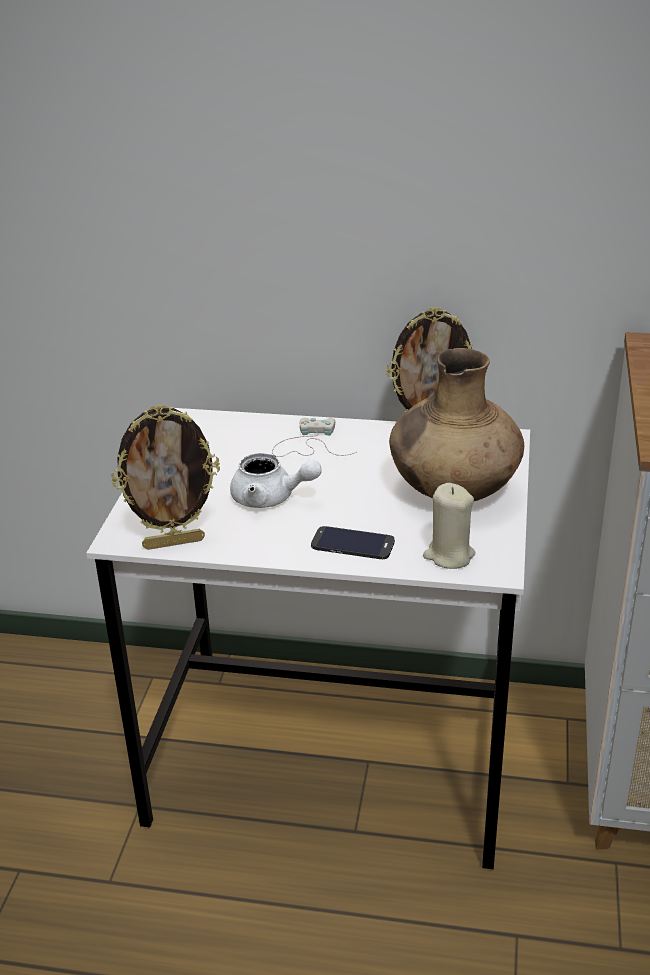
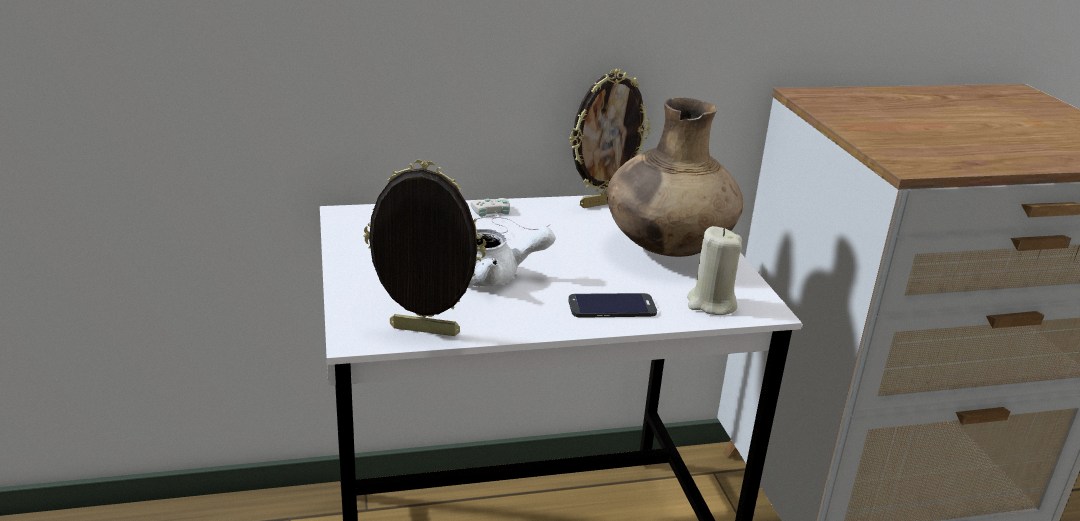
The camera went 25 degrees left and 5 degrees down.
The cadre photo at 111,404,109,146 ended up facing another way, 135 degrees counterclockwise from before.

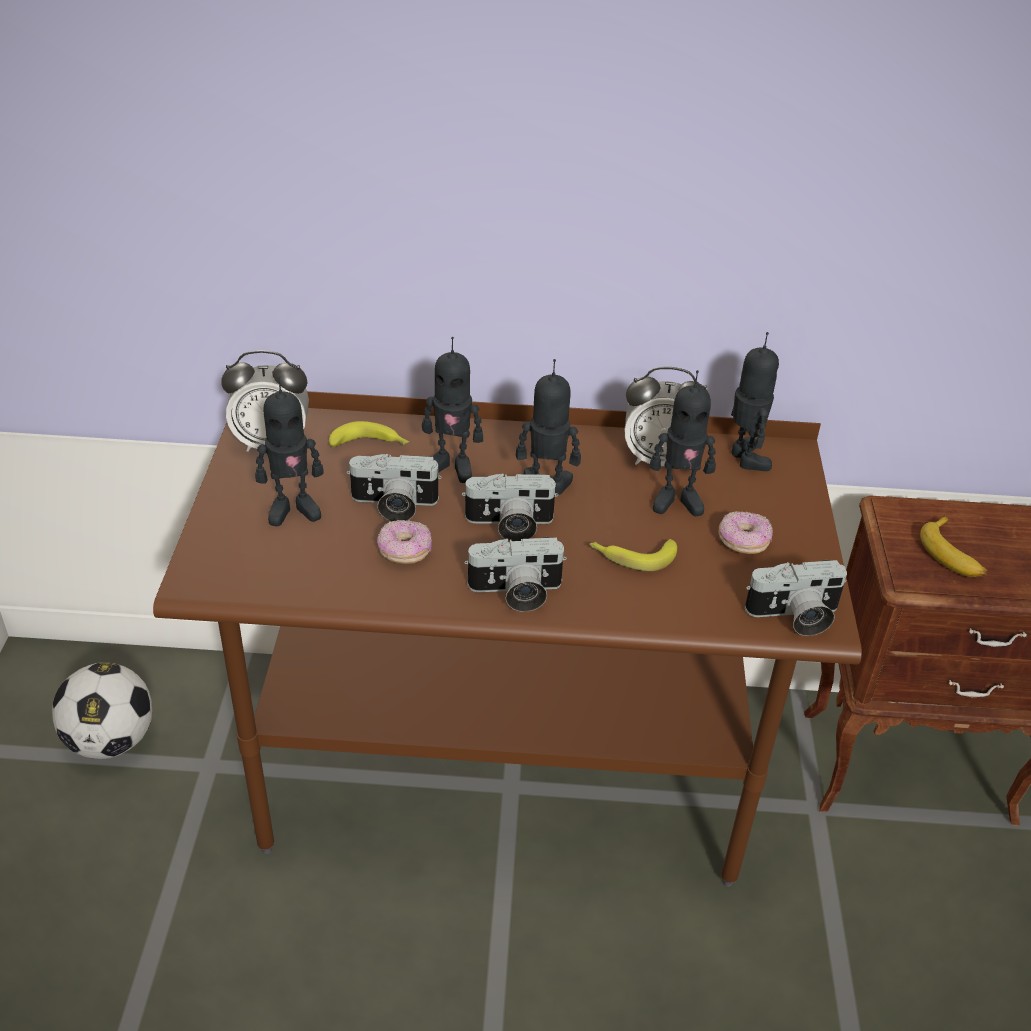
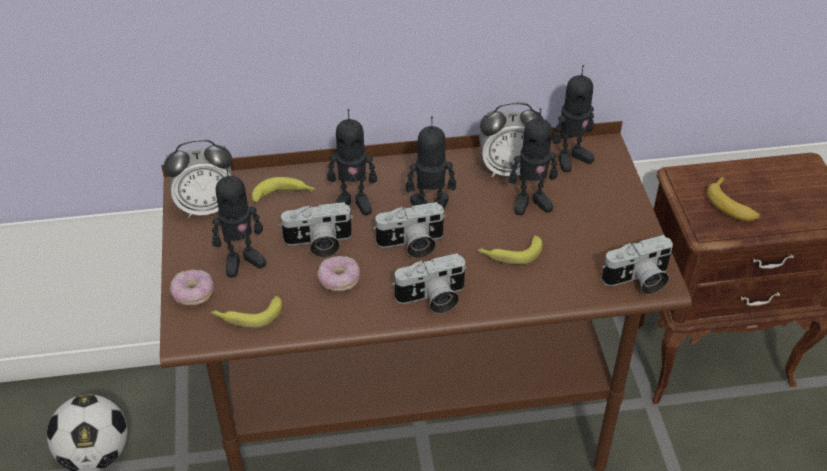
The camera went 10 degrees left and 5 degrees up.
The beignet ended up elsewhere, having gone from 718,511,55,43 to 170,269,44,36.
The robot jouet at 731,332,48,139 ended up facing another way, 90 degrees clockwise from before.
The second view gained the banane at 211,296,71,31.

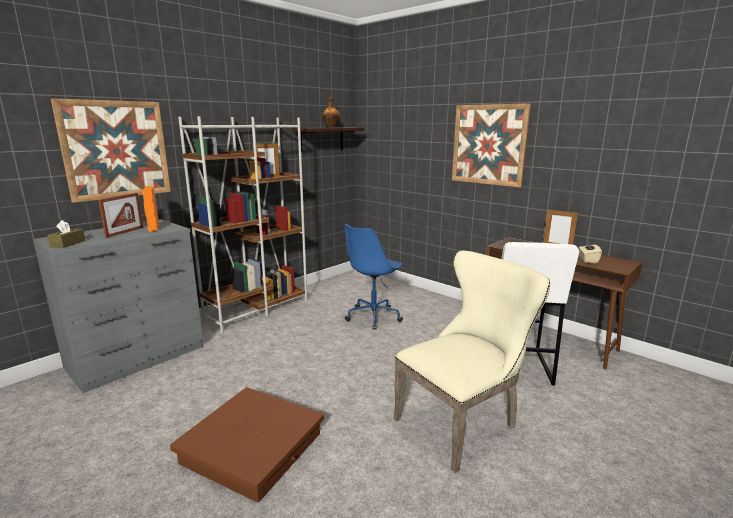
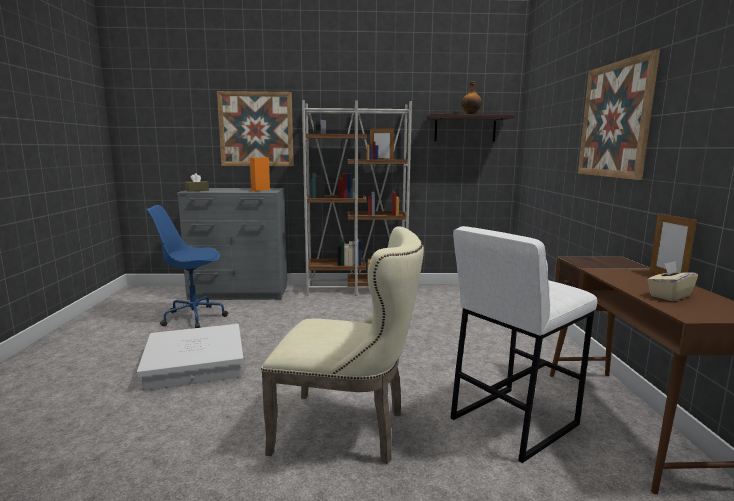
The camera went 45 degrees right and 5 degrees down.
The second view lost the cadre photo at 98,193,45,45.
What was the boîte de rangement/marron at 170,387,154,116 turned into the boîte de rangement/blanc at 137,324,107,67.
The chaise de bureau/bleu ended up elsewhere, having gone from 344,224,59,106 to 145,205,83,123.

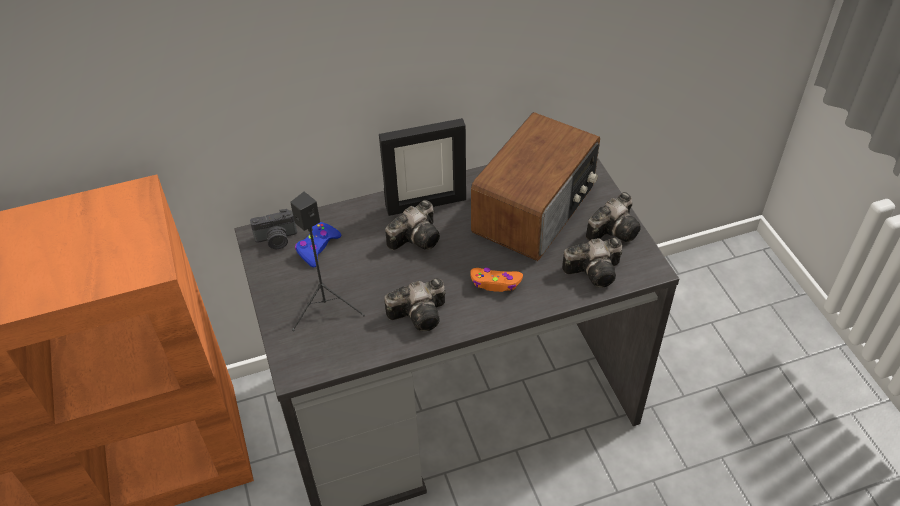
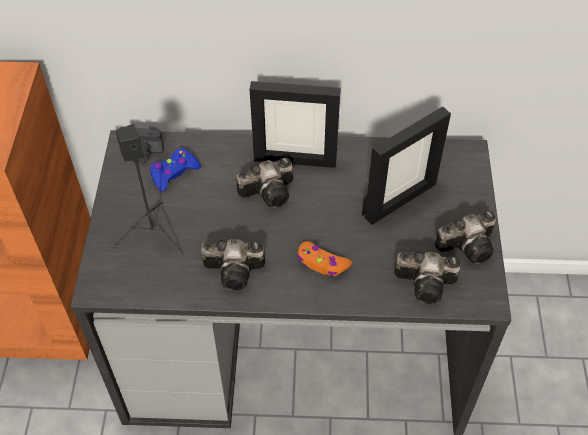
The camera went 20 degrees right and 5 degrees up.
Where the radio stood at 471,112,129,149, the cadre photo came to stand at 362,107,89,118.

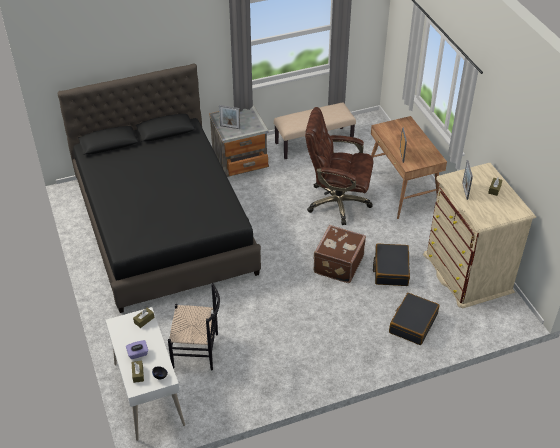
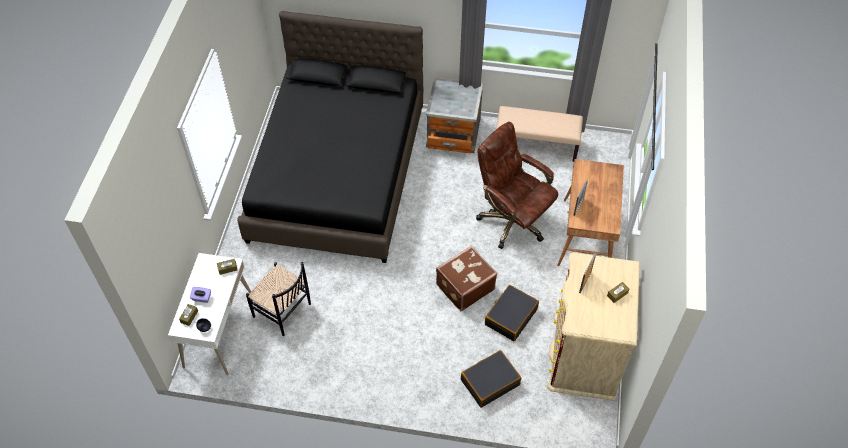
The camera went 30 degrees right and 10 degrees up.
The second view lost the cadre photo at 219,105,21,24.

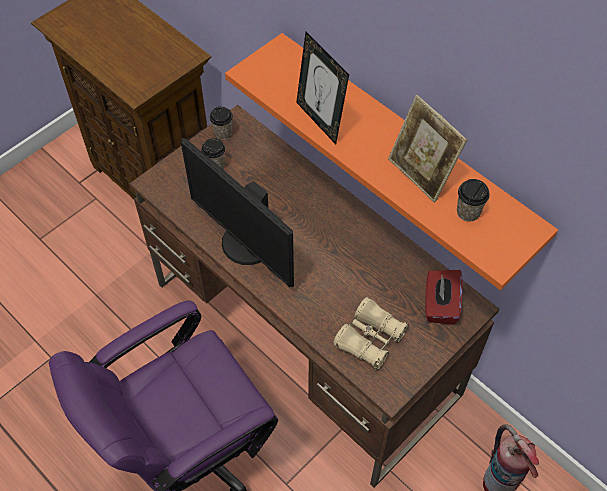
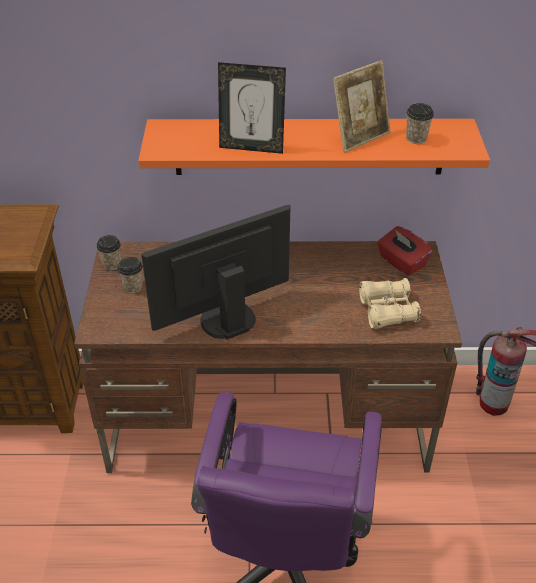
The camera went 45 degrees left and 15 degrees down.
The écran d'ordinateur at 181,138,113,149 ended up facing another way, 150 degrees clockwise from before.
The cadre photo at 388,95,79,108 ended up facing another way, 45 degrees counterclockwise from before.

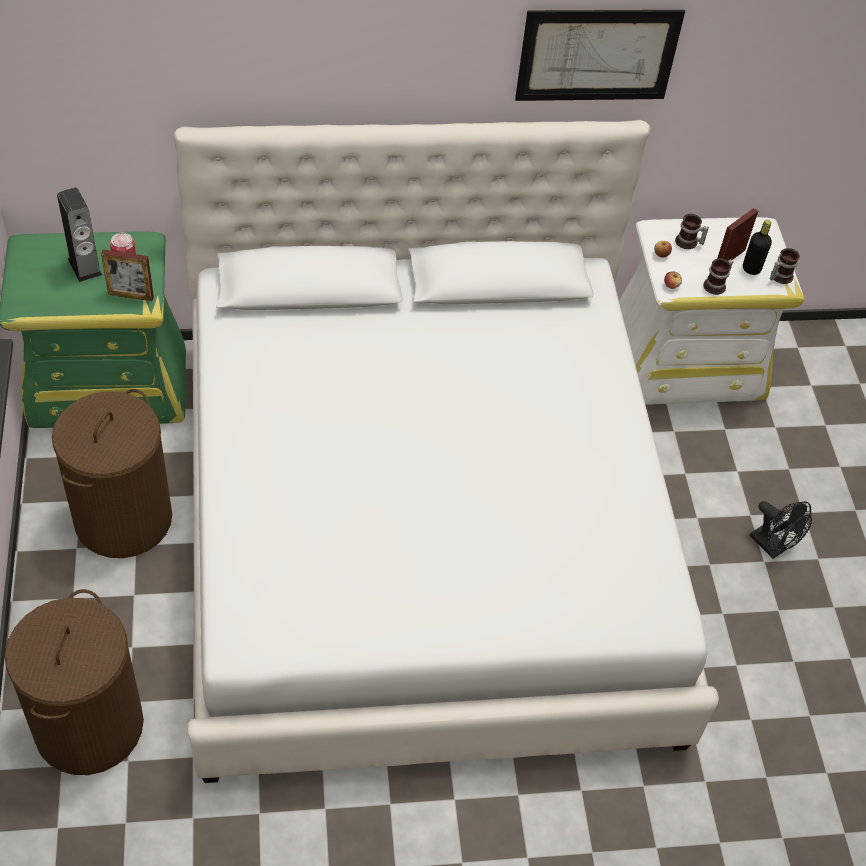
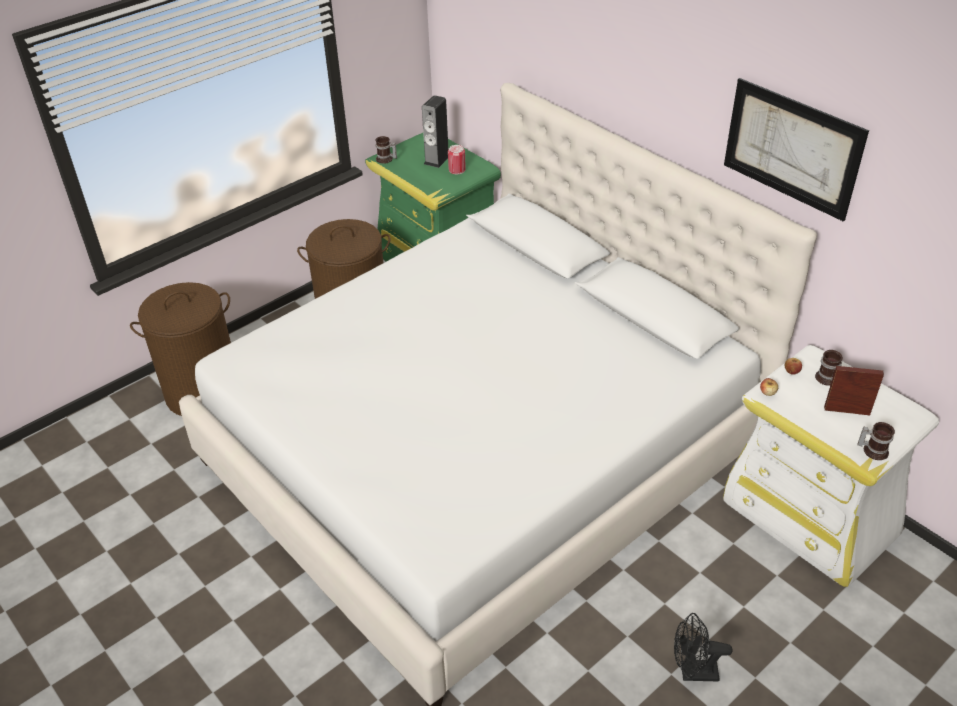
The camera went 60 degrees right and 10 degrees down.
The second view lost the cadre photo at 101,249,53,52.
The mug ended up elsewhere, having gone from 703,258,30,37 to 376,136,21,28.
The second view lost the bouteille/noir at 743,220,29,55.
The ventilateur/noir at 750,501,62,58 ended up facing another way, 75 degrees clockwise from before.

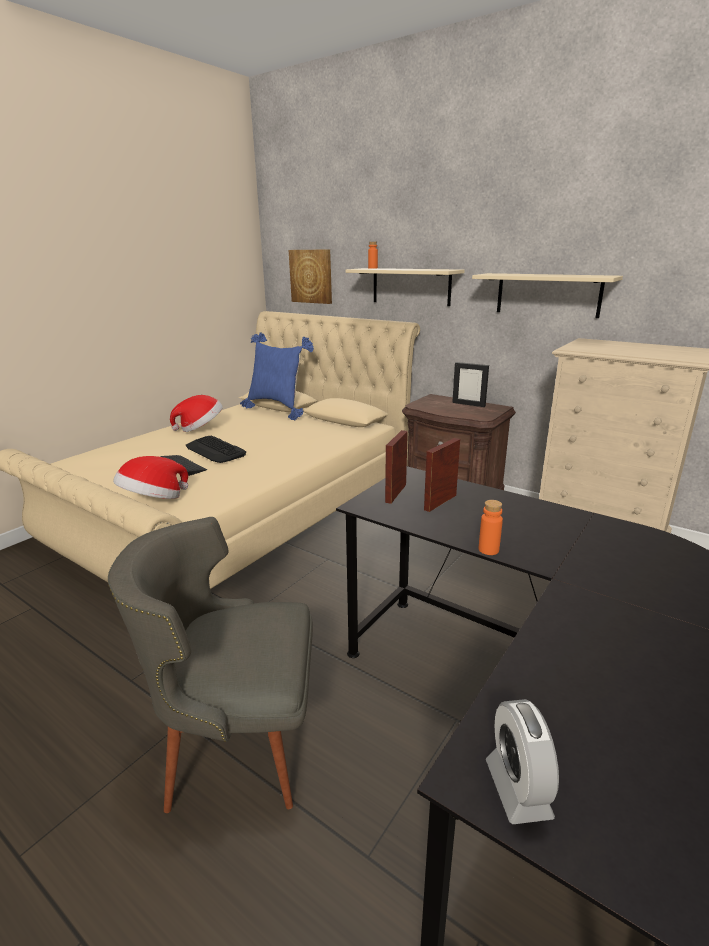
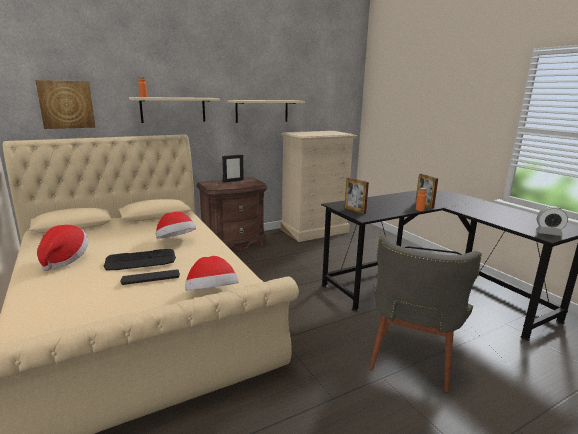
The camera went 65 degrees left and 5 degrees down.
The second view lost the coussin/bleu at 240,333,73,87.
The cadre photo ended up elsewhere, having gone from 424,438,36,74 to 416,174,22,34.
The second view gained the chapeau at 156,212,40,27.

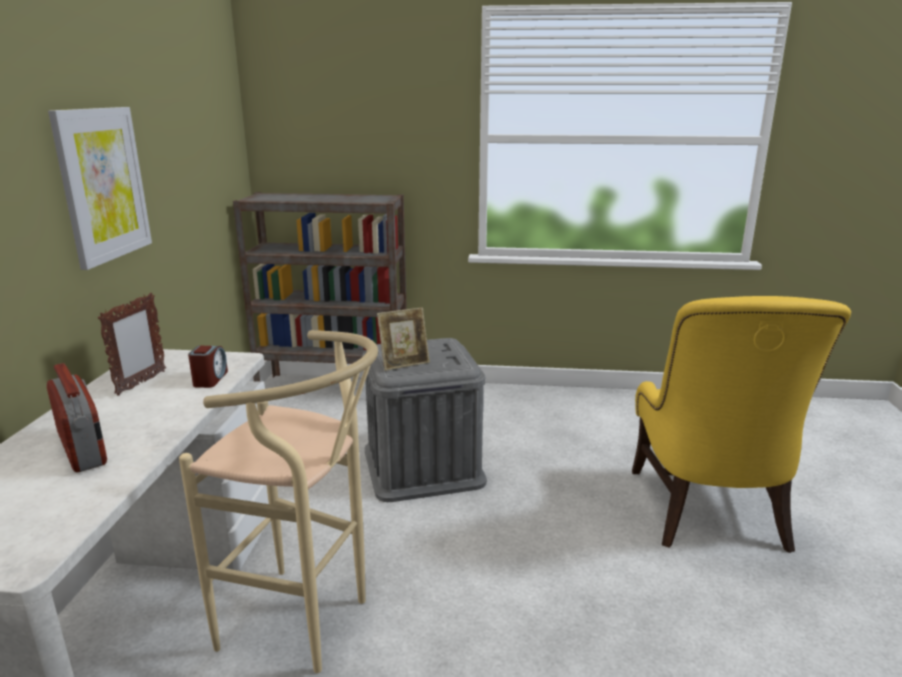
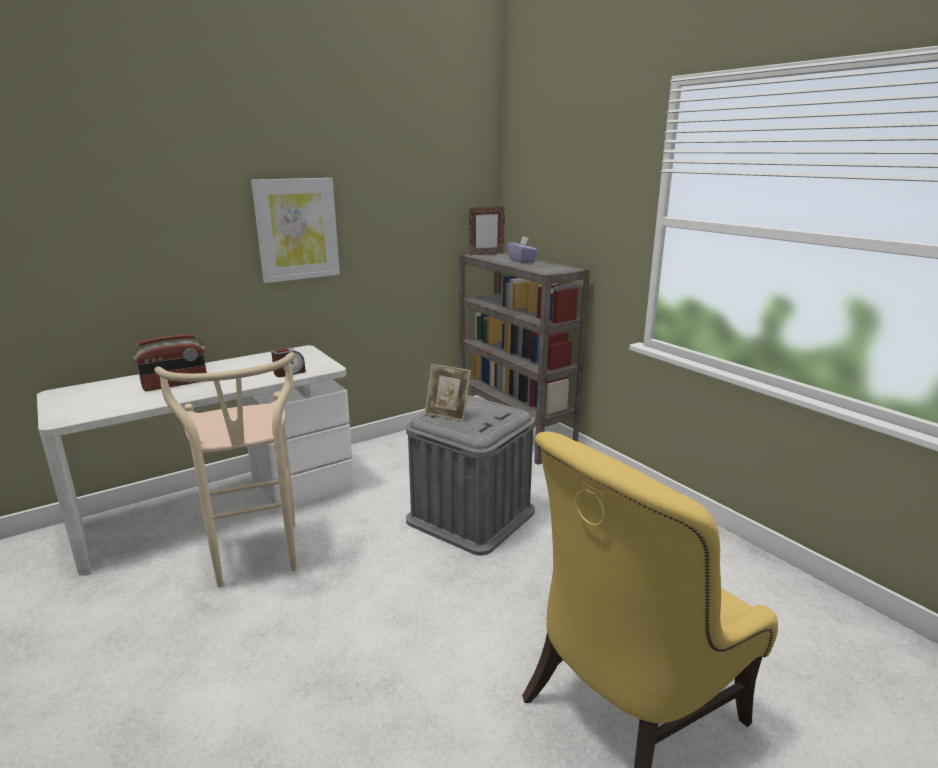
The camera went 50 degrees right and 0 degrees up.
The radio at 47,363,60,110 ended up facing another way, 45 degrees clockwise from before.
The cadre photo ended up elsewhere, having gone from 98,293,68,103 to 468,206,37,50.
The second view gained the boîte à mouchoirs/violet at 507,236,31,27.

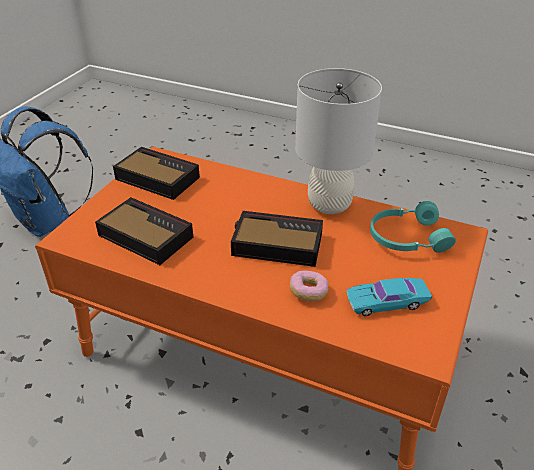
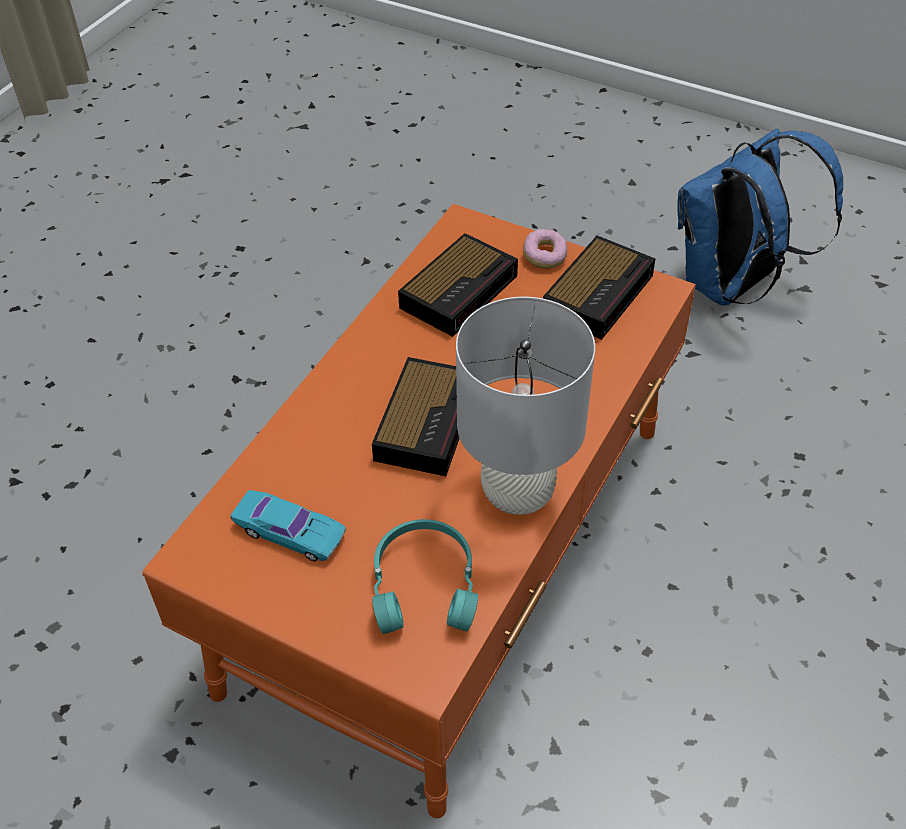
The camera went 95 degrees right and 10 degrees up.
The beignet ended up elsewhere, having gone from 290,271,38,31 to 523,229,44,40.
The petite voiture/turquoise at 346,278,86,38 ended up facing another way, 120 degrees clockwise from before.

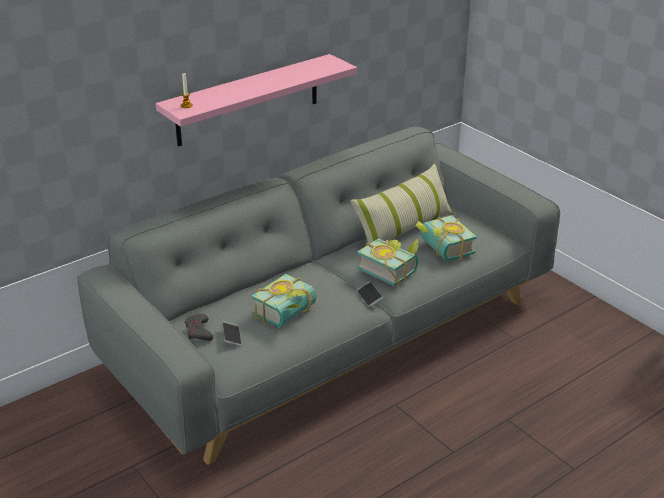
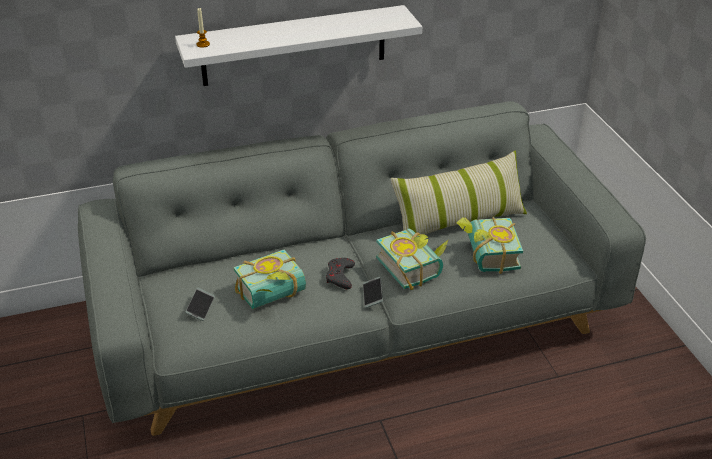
The camera went 20 degrees right and 5 degrees up.
What was the étagère/rose at 155,54,202,93 turned into the étagère/blanc at 175,5,247,81.
The manette/gris ended up elsewhere, having gone from 185,314,29,27 to 326,258,29,31.

